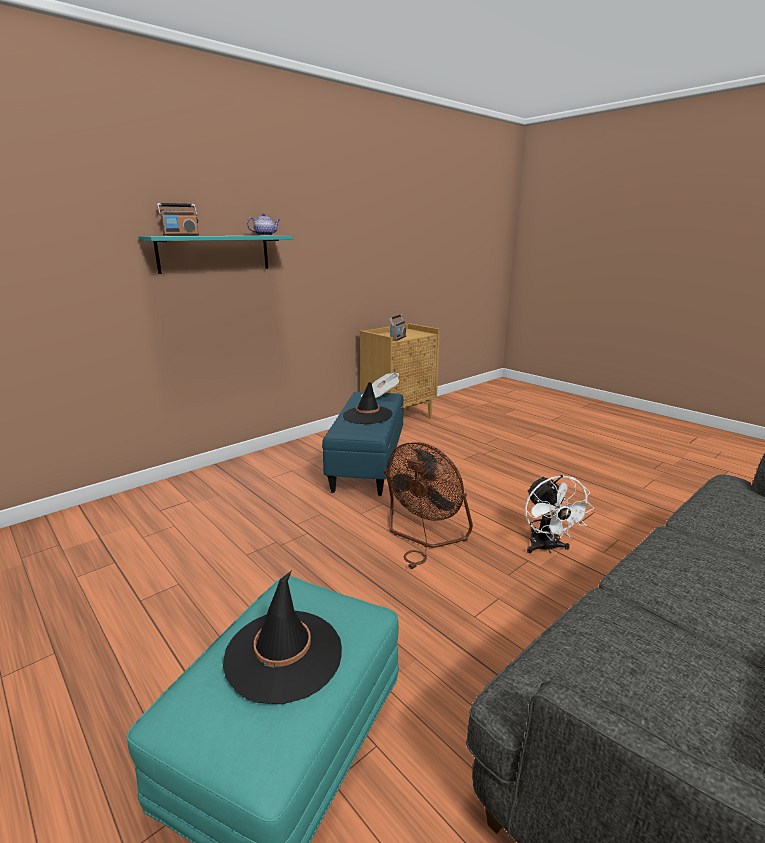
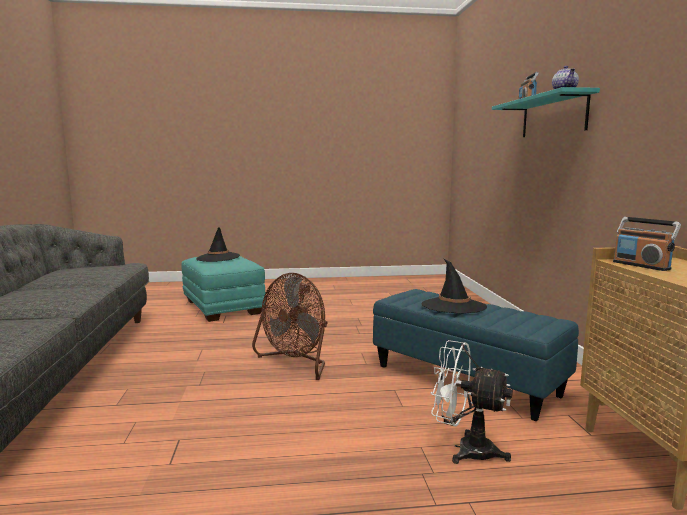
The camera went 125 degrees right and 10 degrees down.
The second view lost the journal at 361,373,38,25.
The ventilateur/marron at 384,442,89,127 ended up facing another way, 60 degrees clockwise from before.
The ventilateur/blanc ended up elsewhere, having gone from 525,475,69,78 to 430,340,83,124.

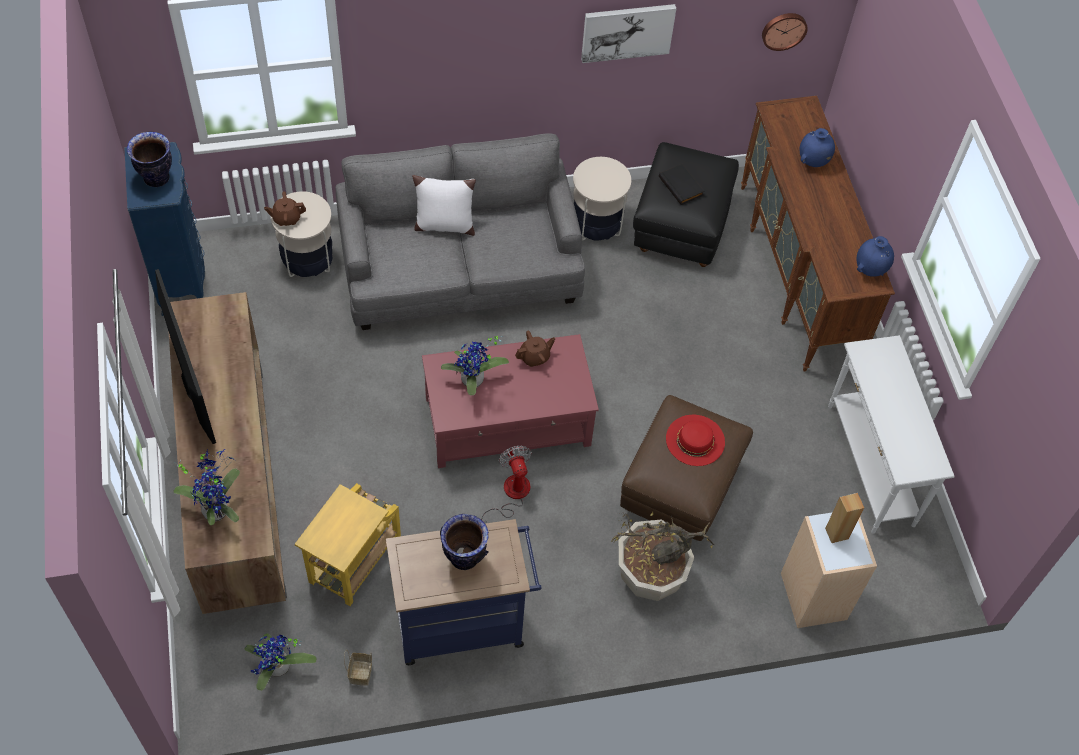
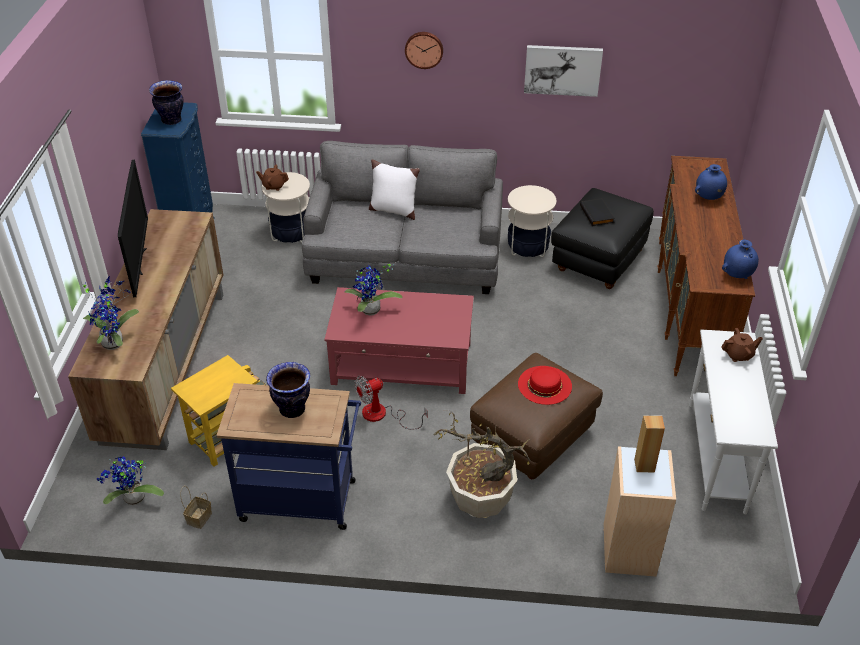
The camera went 20 degrees right and 15 degrees down.
The ventilateur at 481,446,51,78 ended up facing another way, 120 degrees counterclockwise from before.
The théière/marron ended up elsewhere, having gone from 515,331,40,36 to 721,328,42,34.
The horloge murale ended up elsewhere, having gone from 762,13,46,38 to 405,32,38,37.

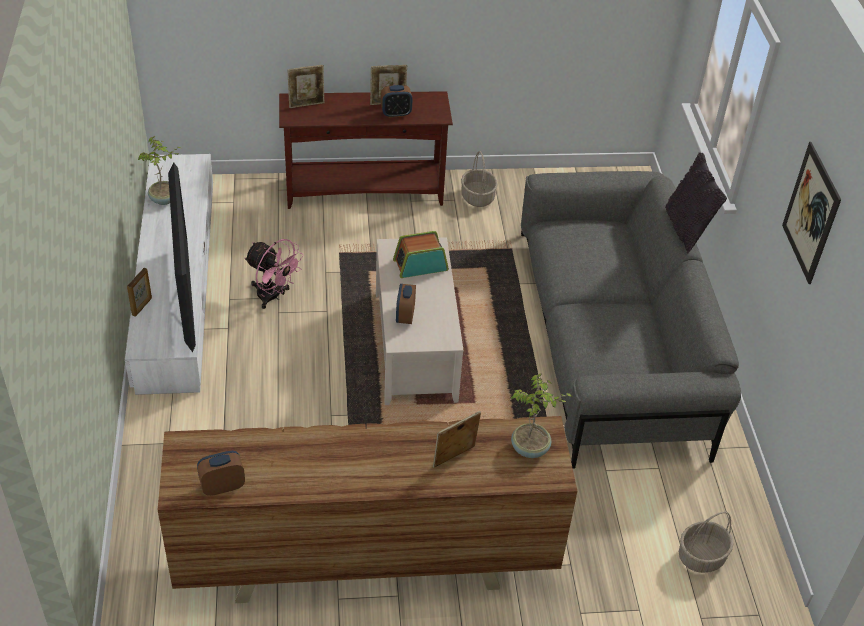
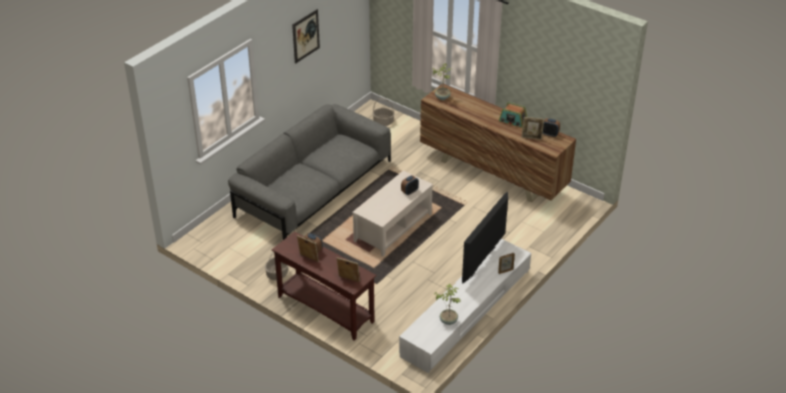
The camera went 135 degrees left and 5 degrees down.
The second view lost the ventilateur/rose at 244,239,60,70.
The radio ended up elsewhere, having gone from 393,231,56,47 to 499,102,28,25.
The cadre photo ended up elsewhere, having gone from 433,411,48,57 to 521,117,23,23.
The second view lost the coussin/noir at 665,152,62,101.

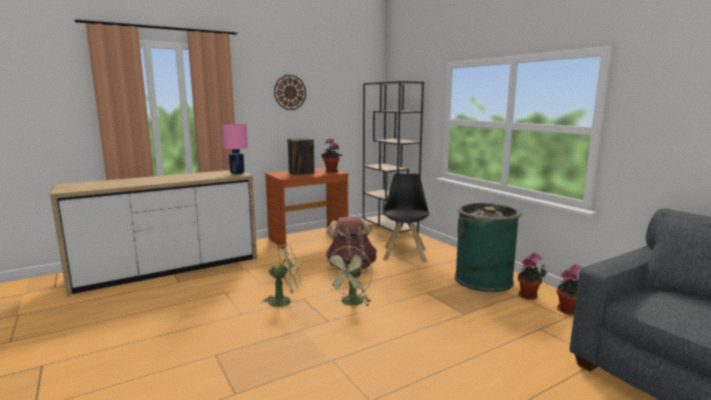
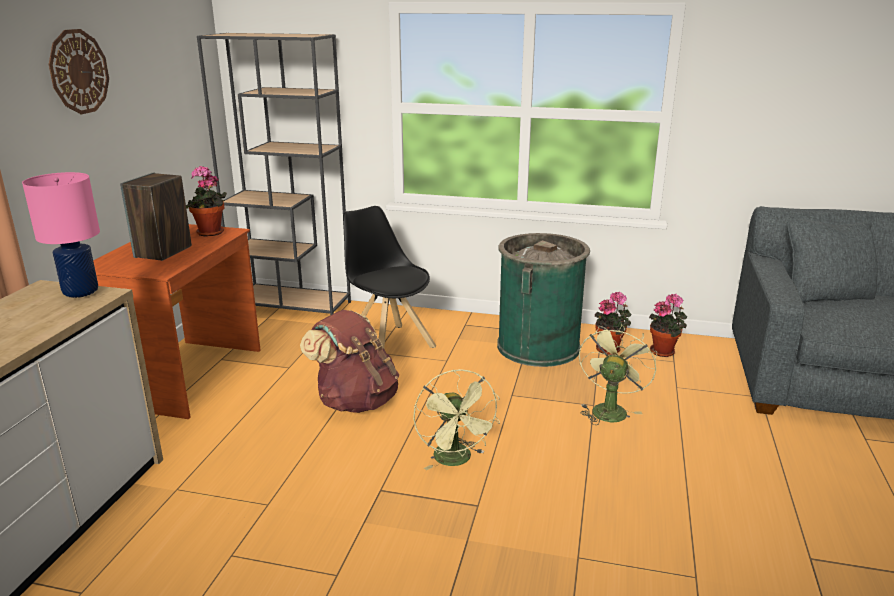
The camera went 45 degrees left and 10 degrees up.
The ventilateur/vert ended up elsewhere, having gone from 261,244,41,65 to 579,324,78,101.

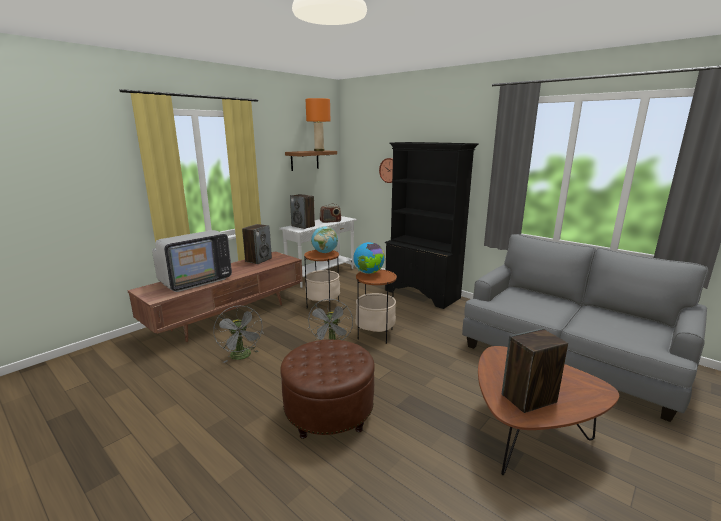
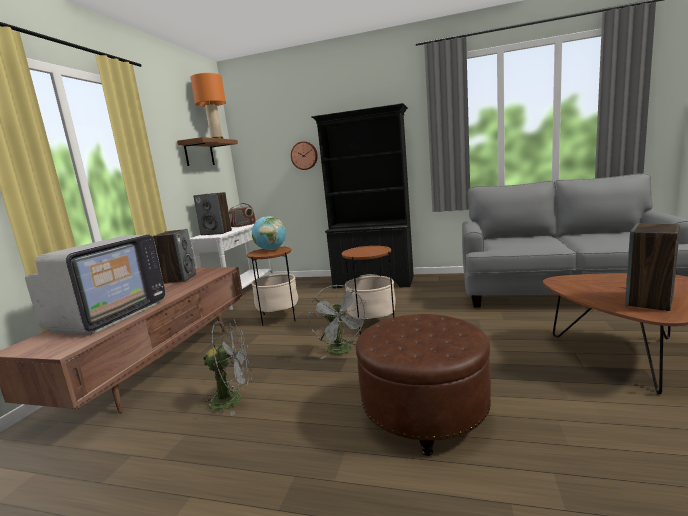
The camera went 25 degrees left and 5 degrees down.
The ventilateur/gris at 213,306,50,57 ended up facing another way, 45 degrees counterclockwise from before.
The second view lost the globe at 353,242,32,32.

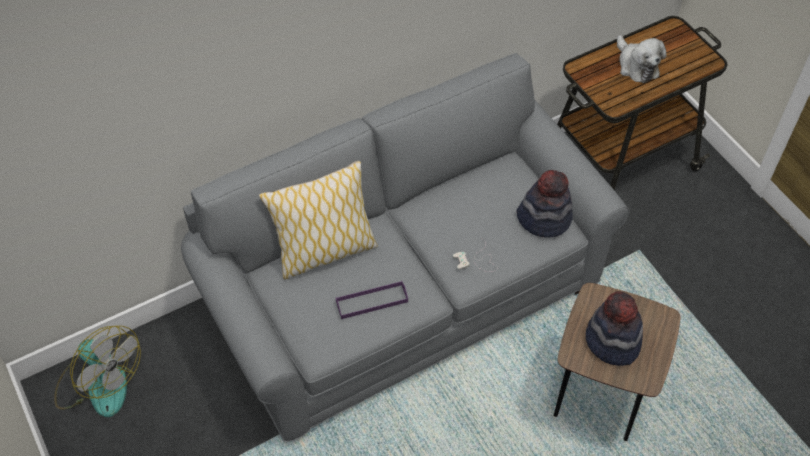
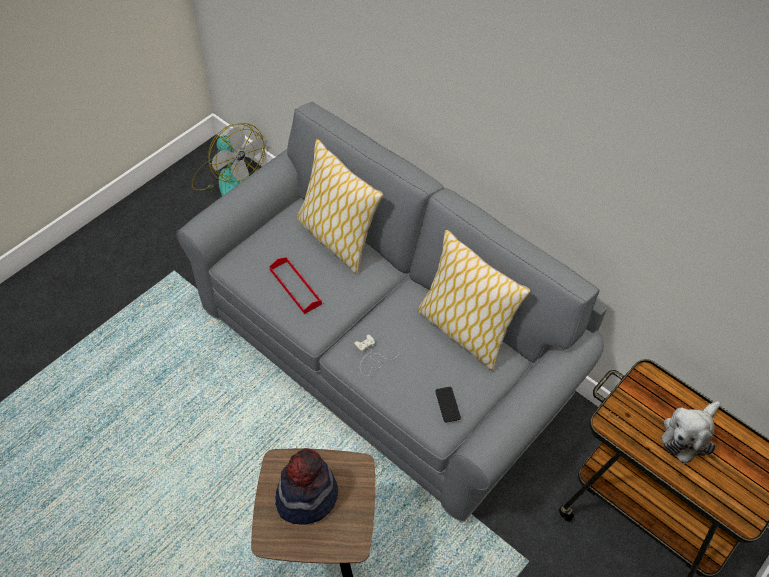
The camera went 70 degrees right and 0 degrees up.
The ventilateur at 54,326,87,91 ended up facing another way, 60 degrees counterclockwise from before.
What was the plateau/violet at 336,281,72,38 turned into the plateau/rouge at 269,257,53,57.
Where the chapeau stood at 516,170,57,68, the téléphone came to stand at 435,387,26,35.
The second view gained the coussin at 417,230,113,141.

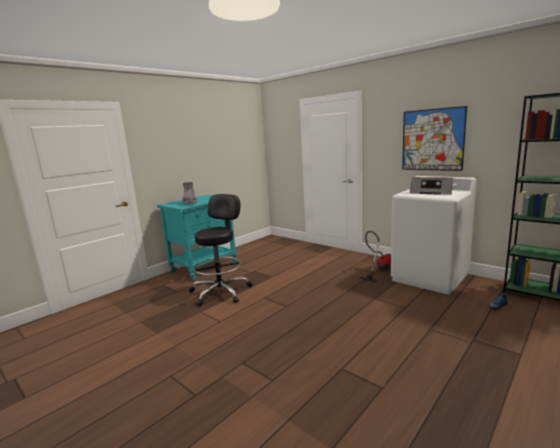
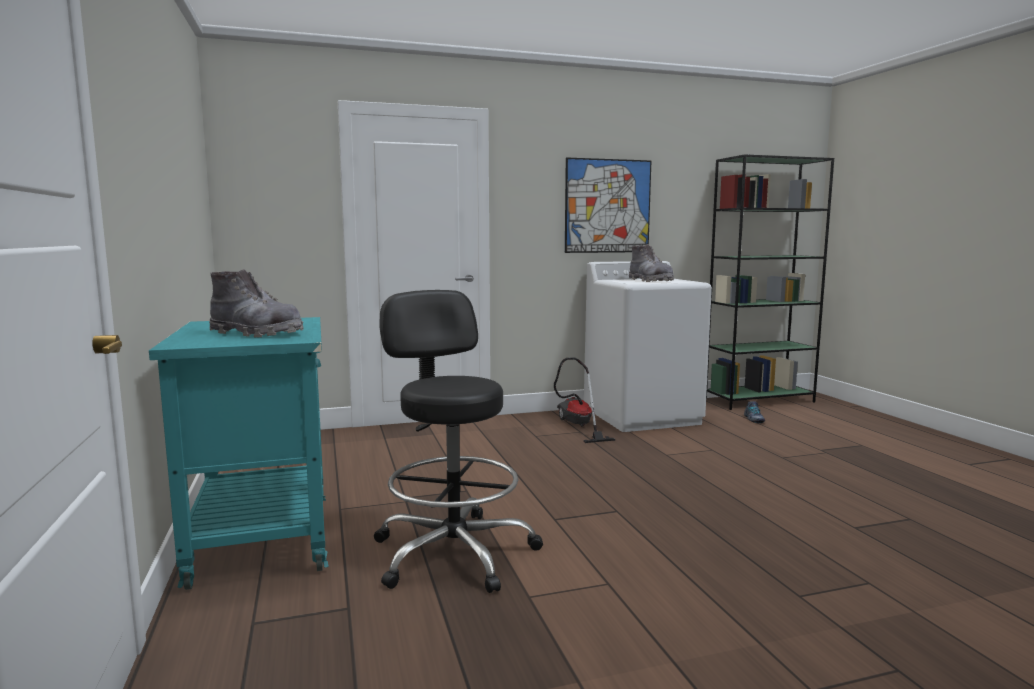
The camera went 60 degrees left and 5 degrees down.
Where the radio stood at 410,177,42,18, the botte/gris came to stand at 629,244,45,38.

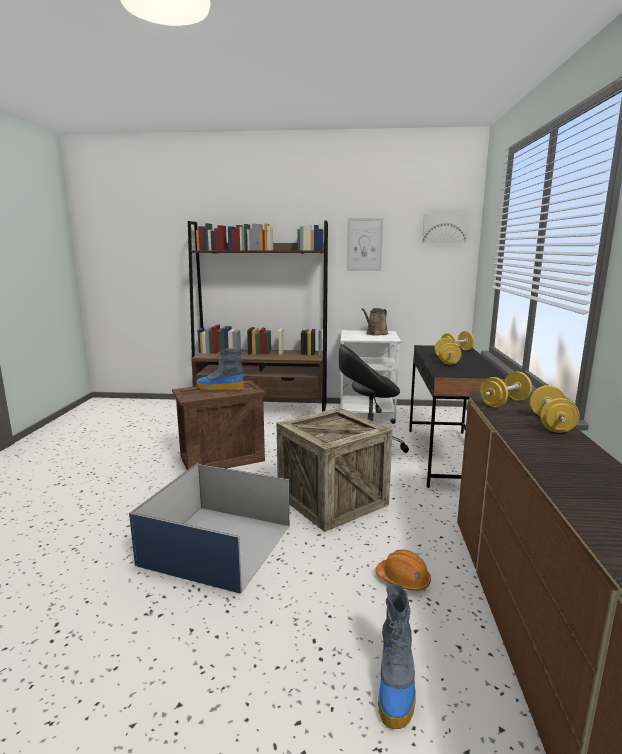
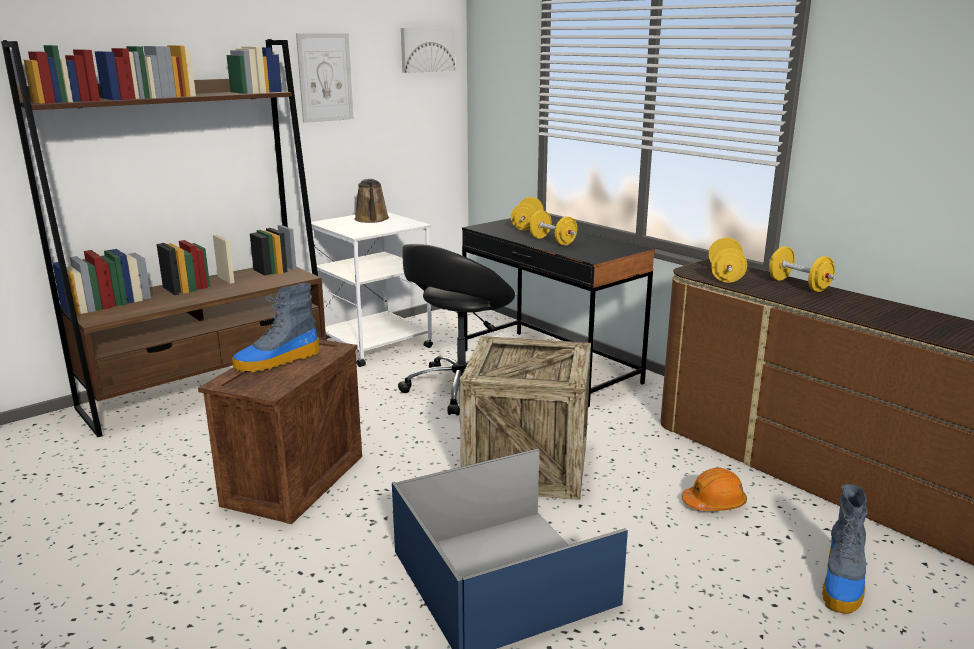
The camera went 45 degrees left and 5 degrees up.
The botte at 378,584,38,145 ended up facing another way, 60 degrees clockwise from before.

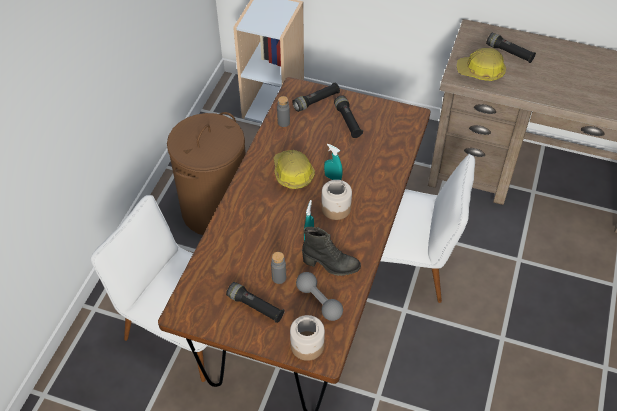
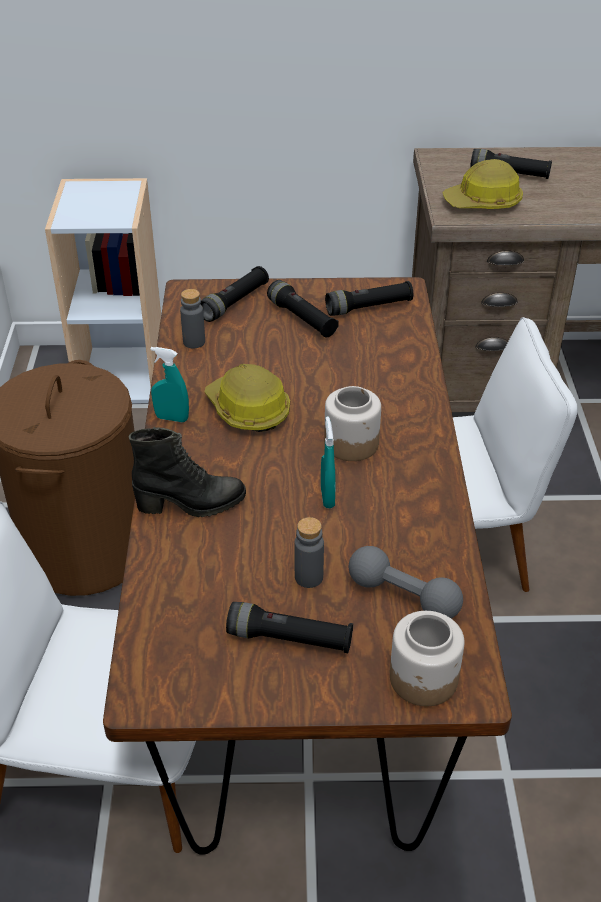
The camera went 20 degrees left and 10 degrees down.
The botte/noir ended up elsewhere, having gone from 302,227,59,49 to 129,427,117,90.
The vaporisateur/turquoise ended up elsewhere, having gone from 324,144,19,36 to 151,347,38,75.
The second view gained the lampe de poche/noir at 325,281,88,35.

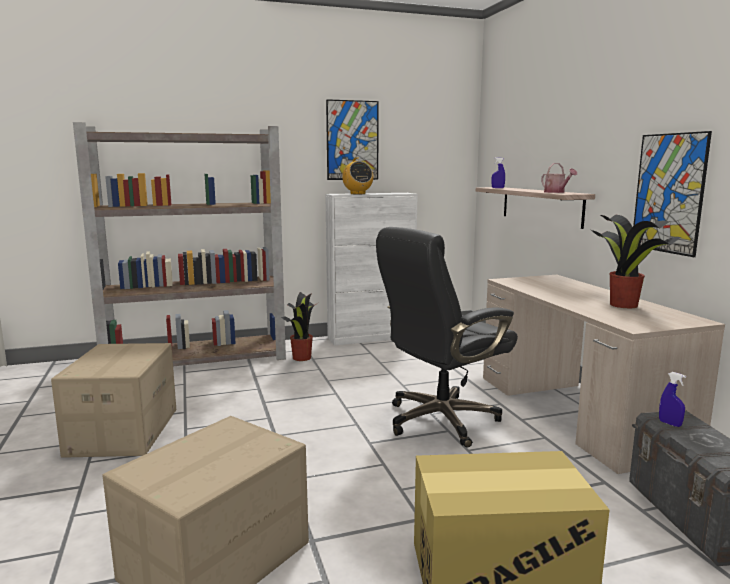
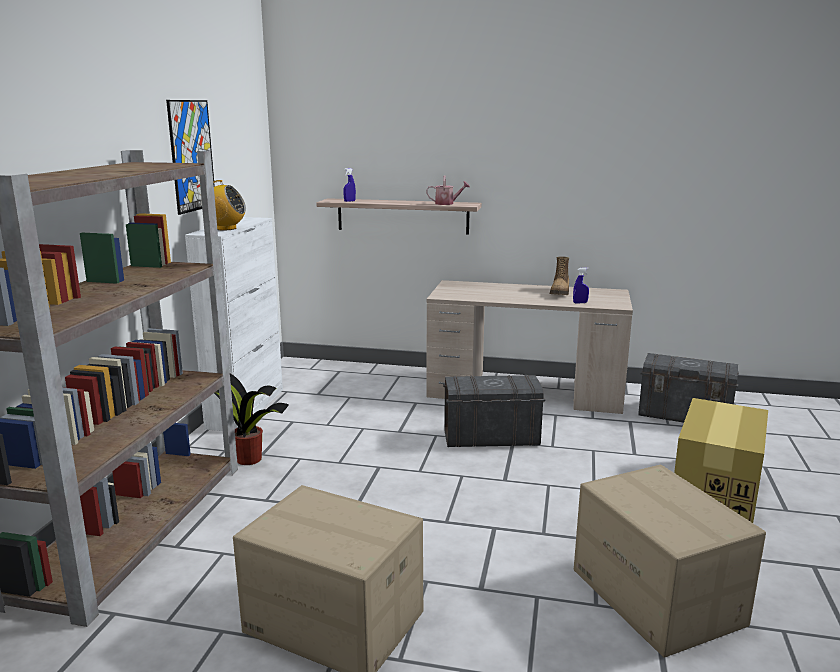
The camera went 60 degrees left and 5 degrees up.
Where the chaise de bureau/noir stood at 376,227,142,220, the boîte de rangement/gris came to stand at 443,375,102,72.
Where the plante en pot stood at 591,215,90,93, the botte came to stand at 550,257,19,38.
The second view lost the tableau at 633,131,79,126.
The vaporisateur/bleu ended up elsewhere, having gone from 659,372,27,55 to 573,267,16,36.

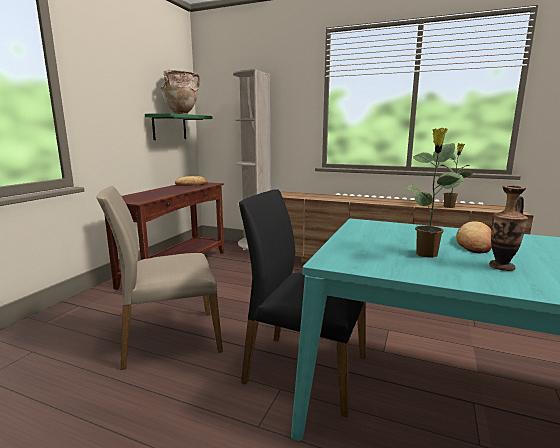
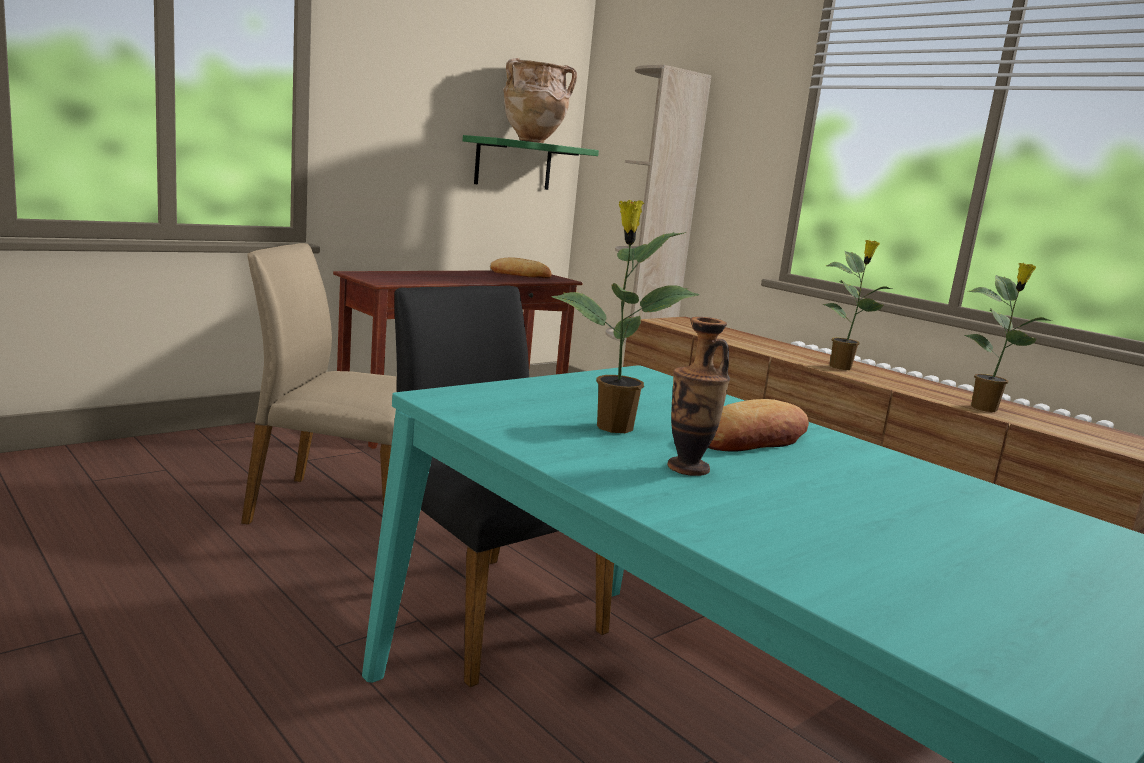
The camera went 25 degrees right and 0 degrees up.
The second view gained the plante en pot at 823,240,69,130.

